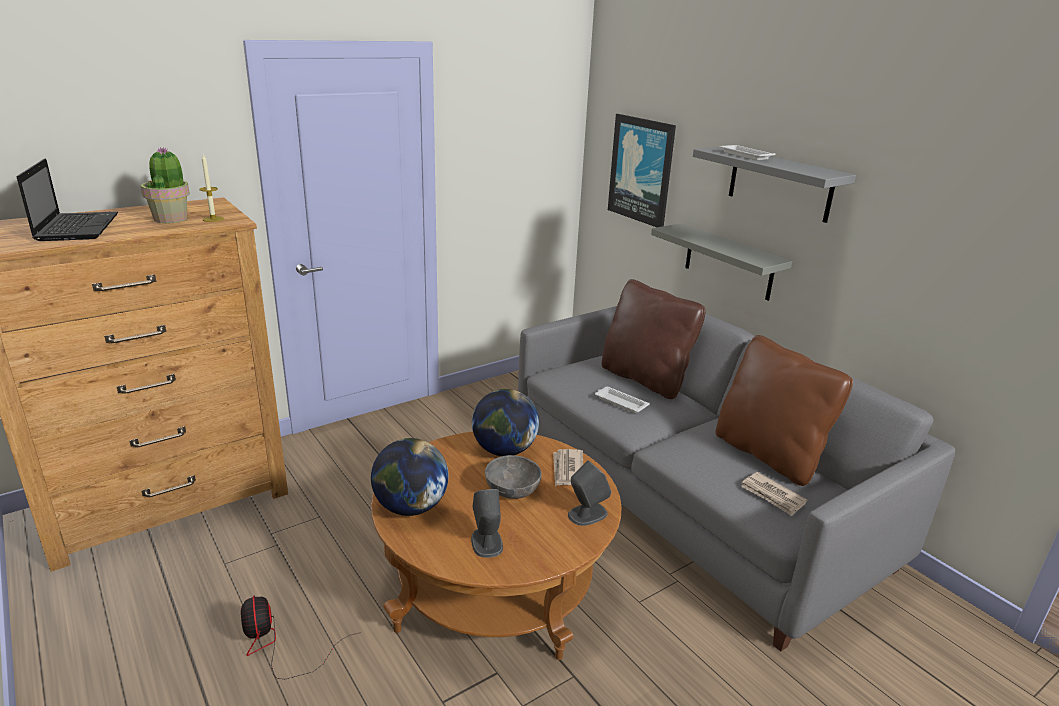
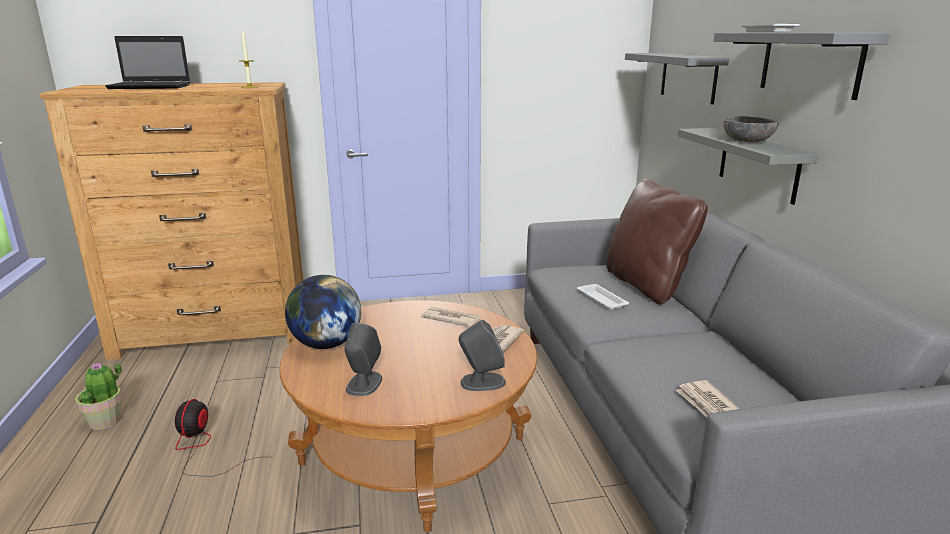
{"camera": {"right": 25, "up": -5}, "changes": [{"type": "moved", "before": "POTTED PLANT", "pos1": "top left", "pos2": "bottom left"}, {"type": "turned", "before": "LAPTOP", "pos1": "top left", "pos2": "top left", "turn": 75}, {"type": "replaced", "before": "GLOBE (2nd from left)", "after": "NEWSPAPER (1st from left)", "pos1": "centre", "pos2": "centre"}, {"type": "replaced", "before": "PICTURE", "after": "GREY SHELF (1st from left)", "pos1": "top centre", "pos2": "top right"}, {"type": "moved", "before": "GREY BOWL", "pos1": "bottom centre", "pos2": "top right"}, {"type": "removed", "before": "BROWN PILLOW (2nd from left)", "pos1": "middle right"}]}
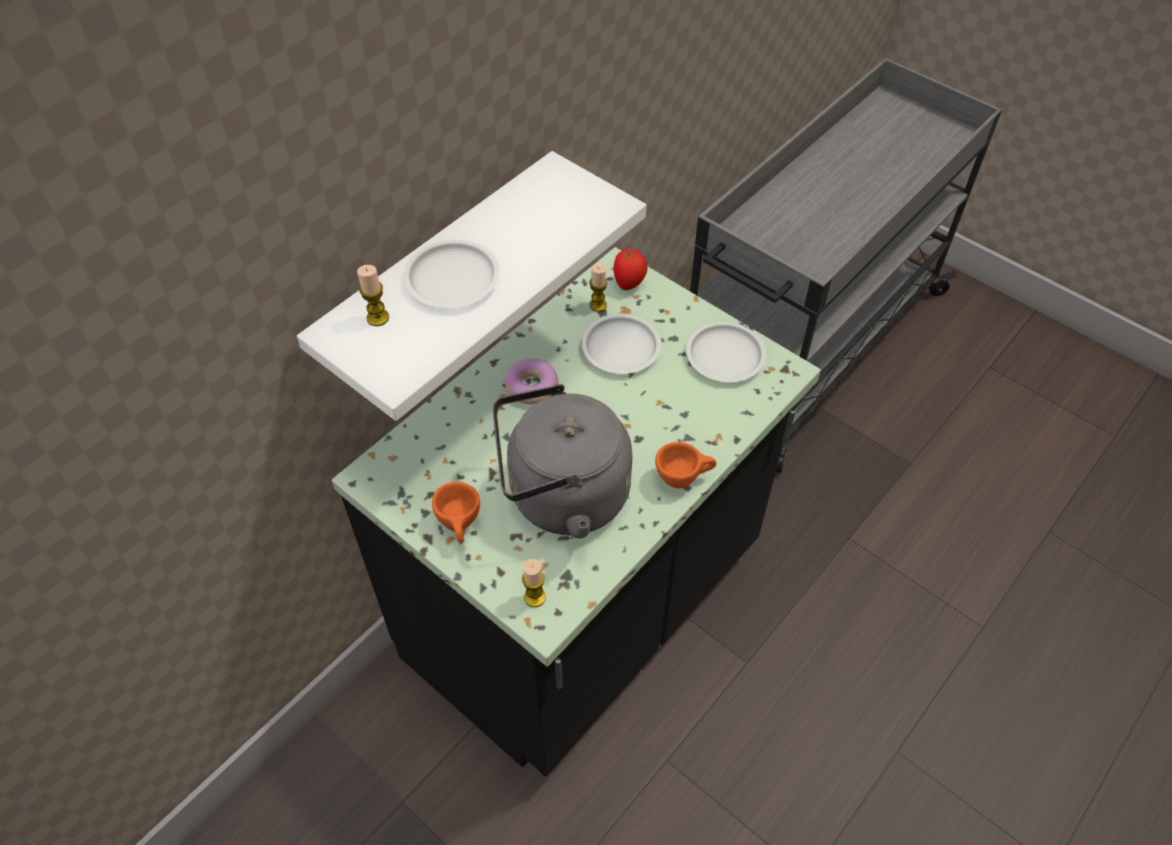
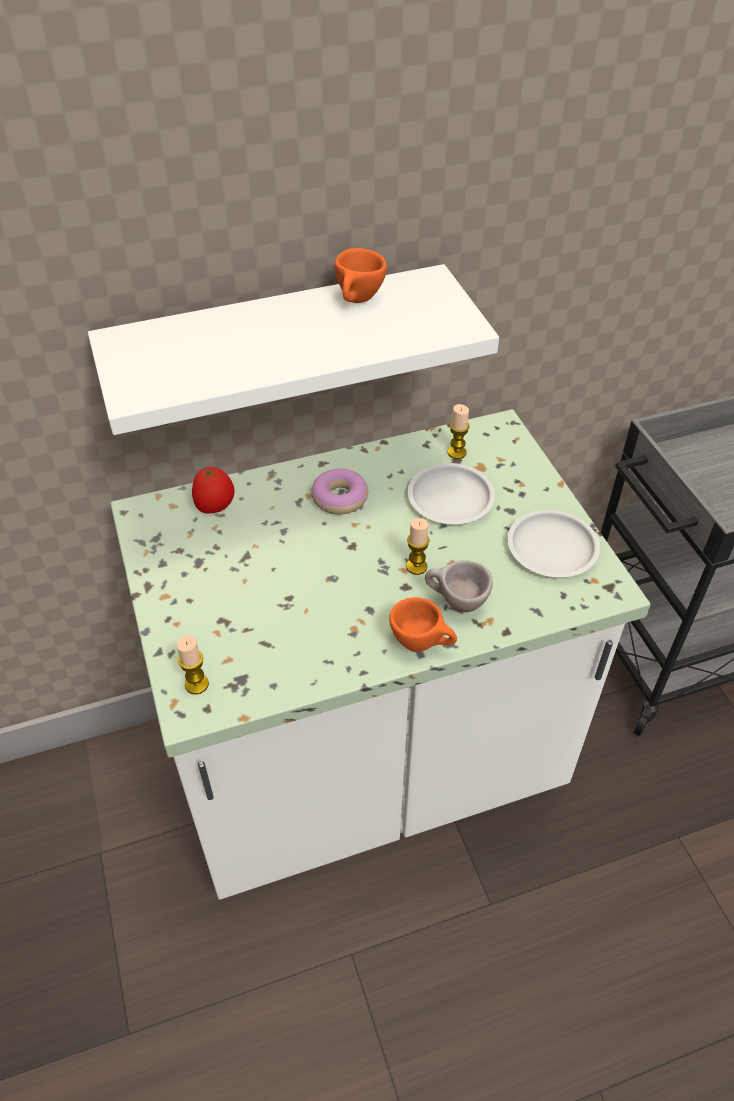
{"camera": {"right": 30, "up": -5}, "changes": [{"type": "recoloured", "before": "BLACK COUNTER", "after": "WHITE COUNTER", "pos1": "centre", "pos2": "centre"}, {"type": "moved", "before": "TOMATO", "pos1": "top centre", "pos2": "middle left"}, {"type": "moved", "before": "ORANGE CUP (1st from left)", "pos1": "centre", "pos2": "top centre"}, {"type": "moved", "before": "CANDLE (1st from left in the first image)", "after": "CANDLE (2nd from left)", "pos1": "middle left", "pos2": "centre"}, {"type": "added", "after": "BEIGE CUP", "pos2": "centre"}, {"type": "removed", "before": "WHITE PLATE (1st from left)", "pos1": "top centre"}, {"type": "removed", "before": "GREY KETTLE", "pos1": "centre"}]}
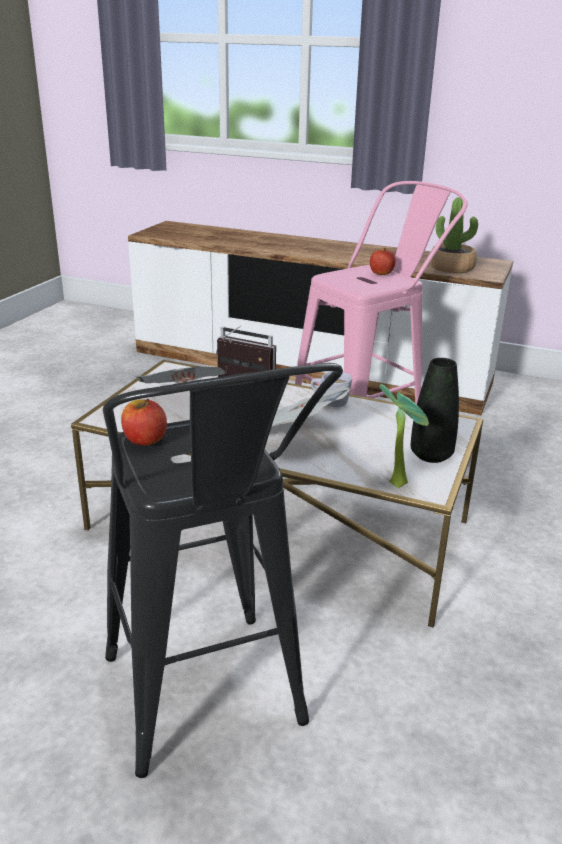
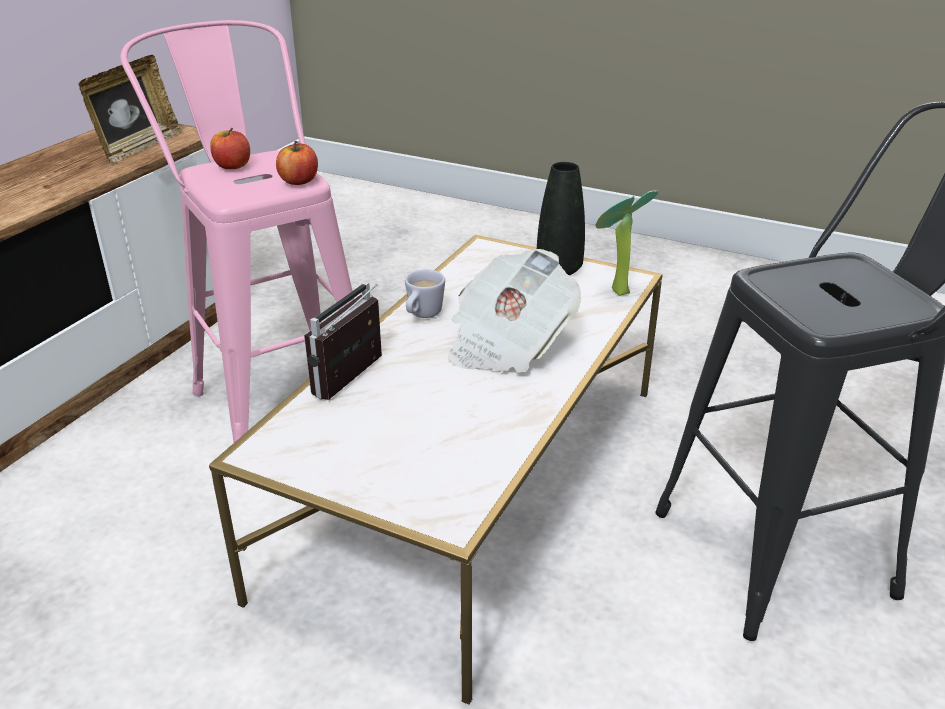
{"camera": {"right": -85, "up": 5}, "changes": [{"type": "replaced", "before": "POTTED PLANT (2nd from left)", "after": "PICTURE FRAME", "pos1": "top right", "pos2": "top left"}, {"type": "moved", "before": "APPLE (1st from left in the first image)", "after": "APPLE (2nd from left)", "pos1": "middle left", "pos2": "top left"}, {"type": "removed", "before": "NEWSPAPER (1st from left)", "pos1": "middle left"}]}
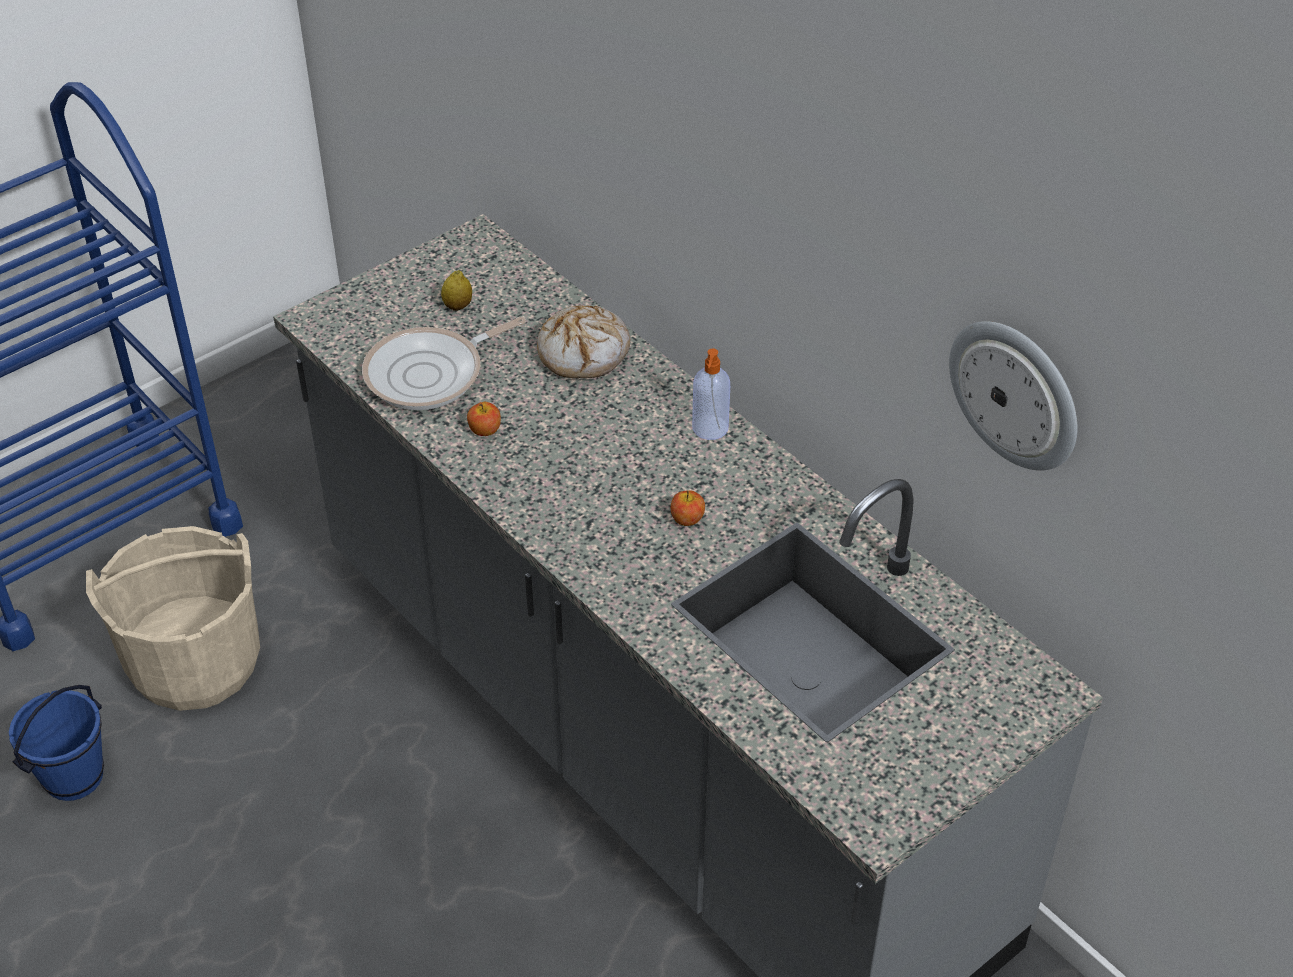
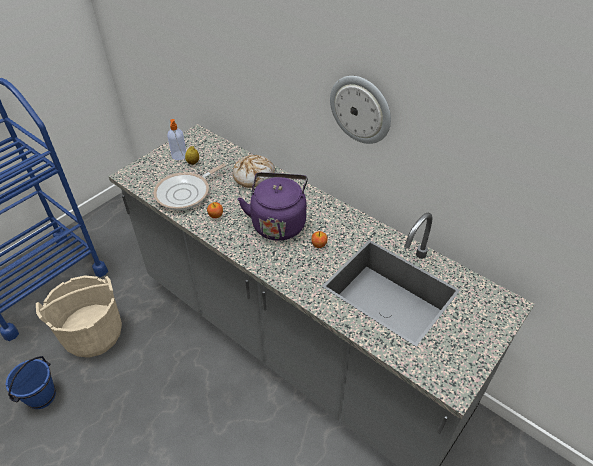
{"camera": {"right": -10, "up": 0}, "changes": [{"type": "moved", "before": "SOAP DISPENSER", "pos1": "centre", "pos2": "top left"}, {"type": "added", "after": "PURPLE KETTLE", "pos2": "centre"}, {"type": "moved", "before": "WALL CLOCK", "pos1": "middle right", "pos2": "top centre"}]}
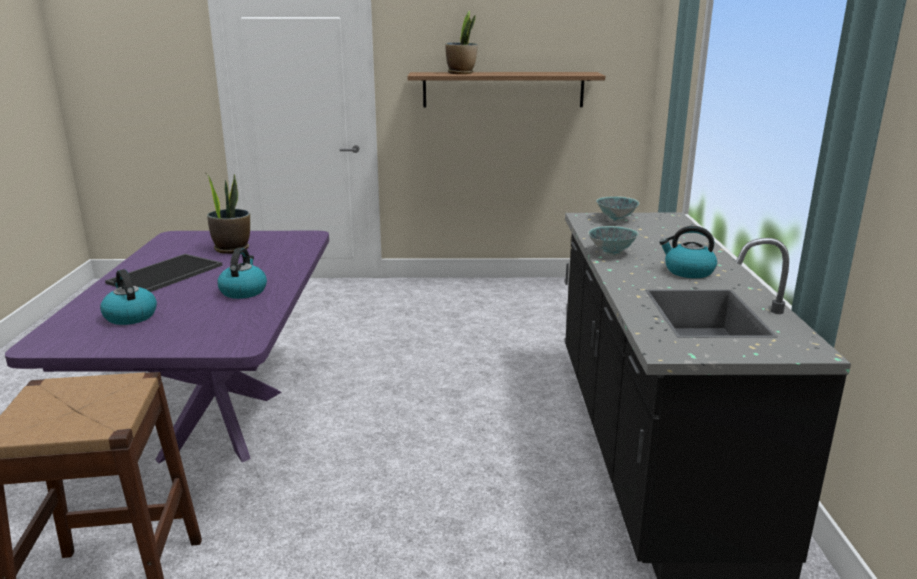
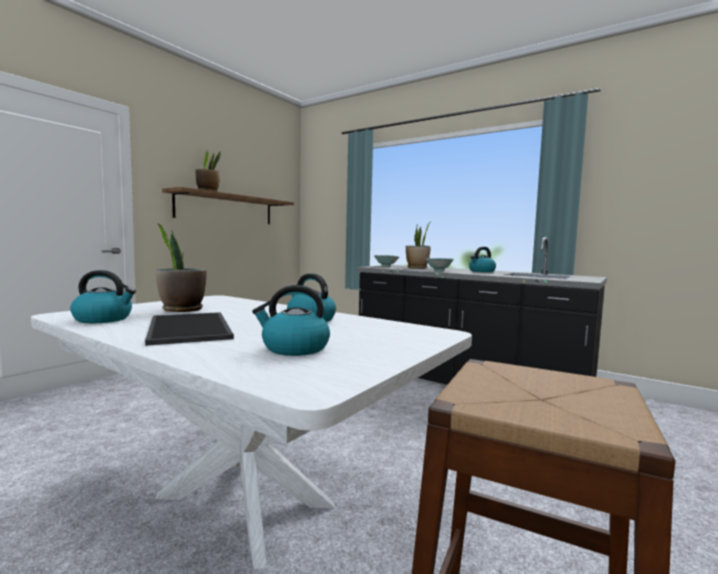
{"camera": {"right": -55, "up": -15}, "changes": [{"type": "recoloured", "before": "PURPLE DINING TABLE", "after": "WHITE DINING TABLE", "pos1": "middle left", "pos2": "bottom centre"}, {"type": "added", "after": "KETTLE (1st from left)", "pos2": "middle left"}, {"type": "added", "after": "POTTED PLANT (3rd from left)", "pos2": "centre"}]}
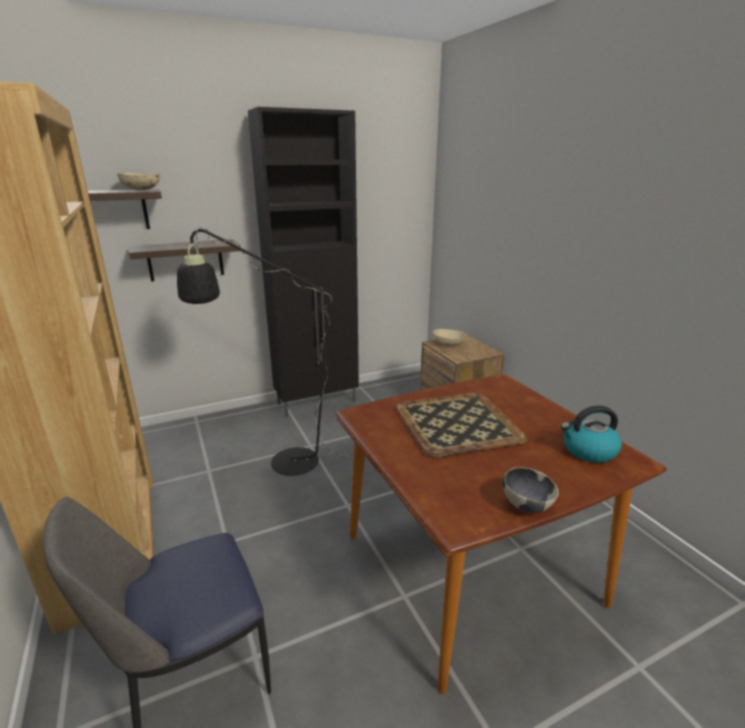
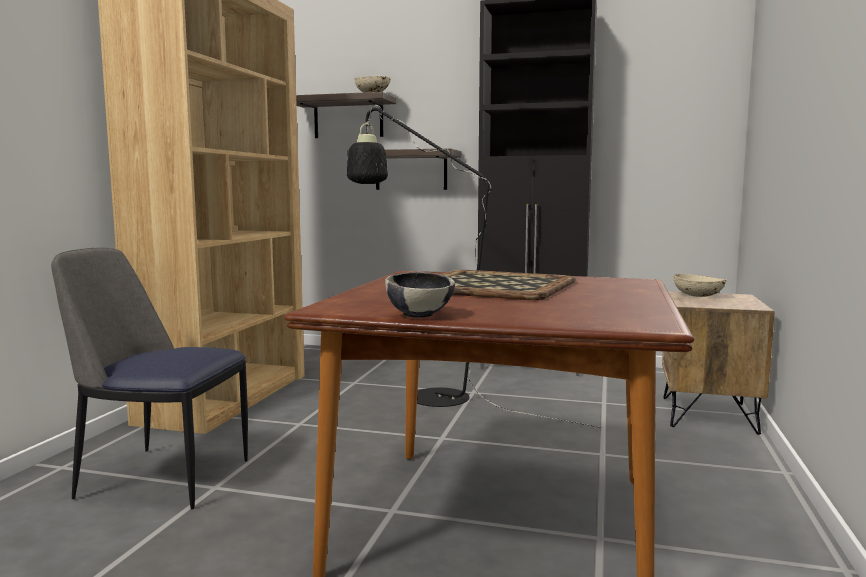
{"camera": {"right": 40, "up": -15}, "changes": [{"type": "removed", "before": "KETTLE", "pos1": "middle right"}]}
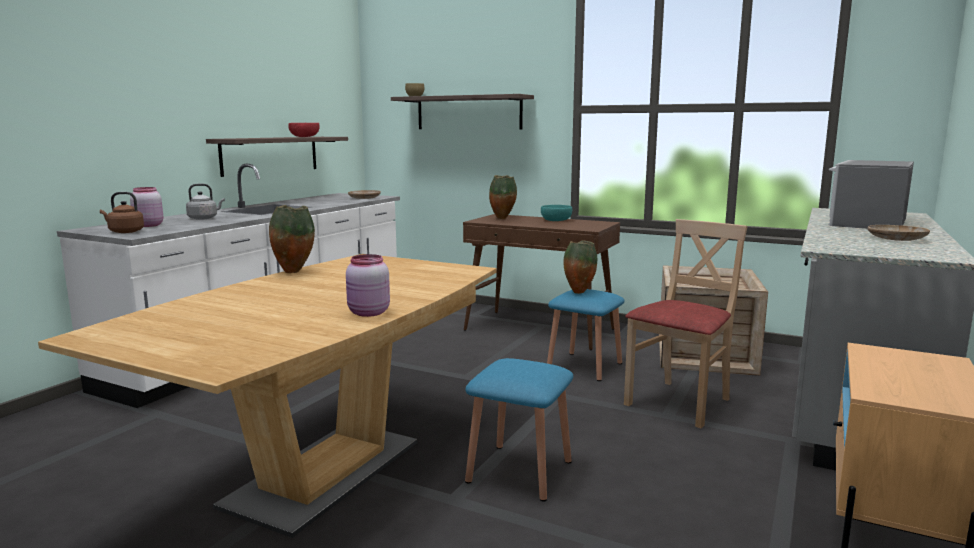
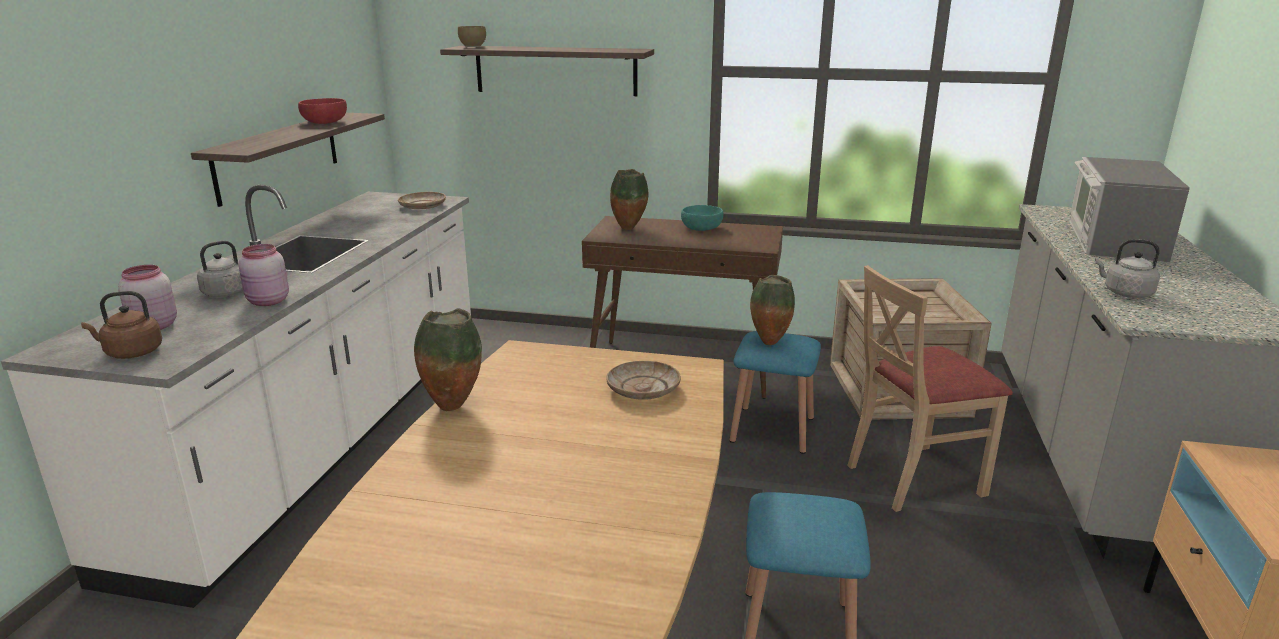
{"camera": {"right": -15, "up": 10}, "changes": [{"type": "moved", "before": "PINK JAR (2nd from left)", "pos1": "centre", "pos2": "middle left"}, {"type": "moved", "before": "BEIGE PLATE (2nd from left)", "pos1": "middle right", "pos2": "centre"}, {"type": "turned", "before": "BEIGE CHAIR", "pos1": "middle right", "pos2": "middle right", "turn": -135}, {"type": "added", "after": "GREY KETTLE (2nd from left)", "pos2": "middle right"}]}
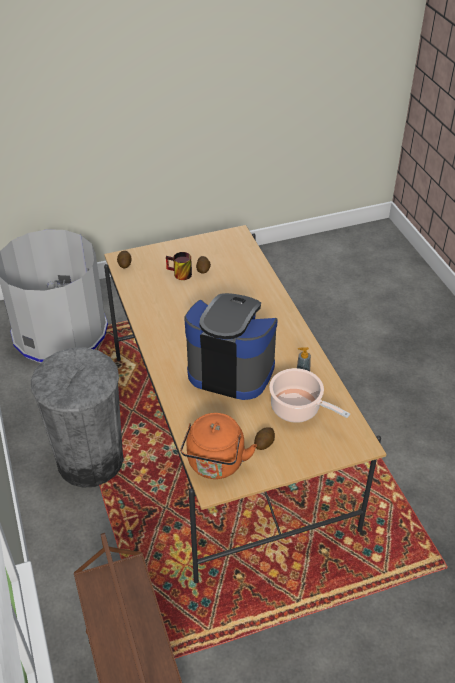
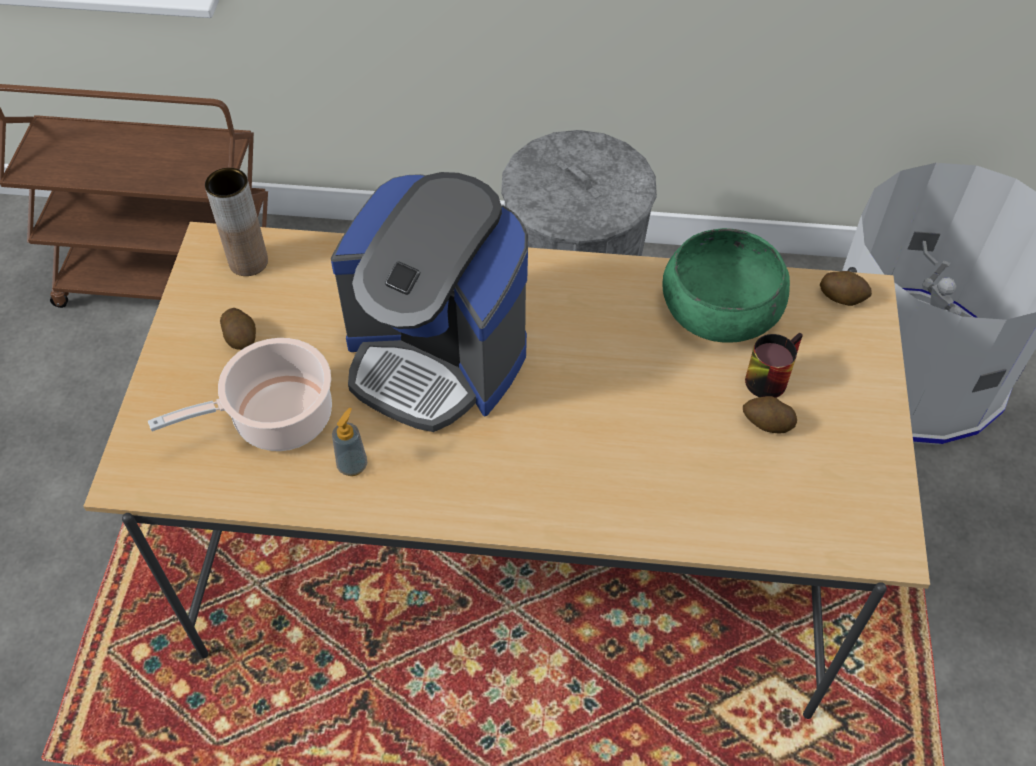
{"camera": {"right": 115, "up": 10}, "changes": [{"type": "replaced", "before": "ORANGE KETTLE", "after": "BROWN VASE", "pos1": "centre", "pos2": "top left"}, {"type": "turned", "before": "COFFEE MACHINE", "pos1": "centre", "pos2": "centre", "turn": 75}, {"type": "added", "after": "GREEN BOWL", "pos2": "middle right"}]}
